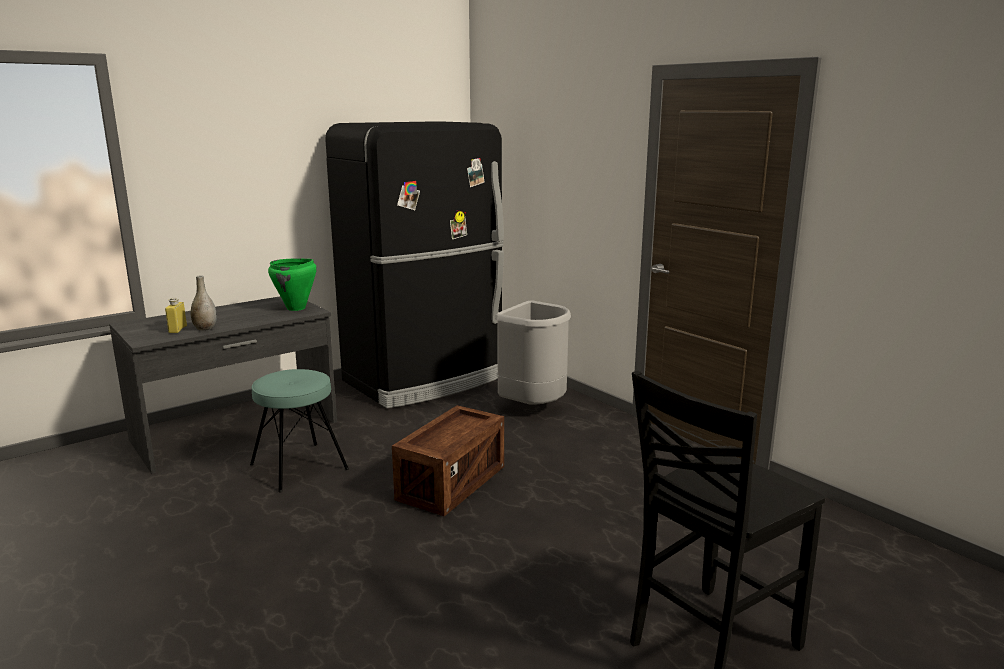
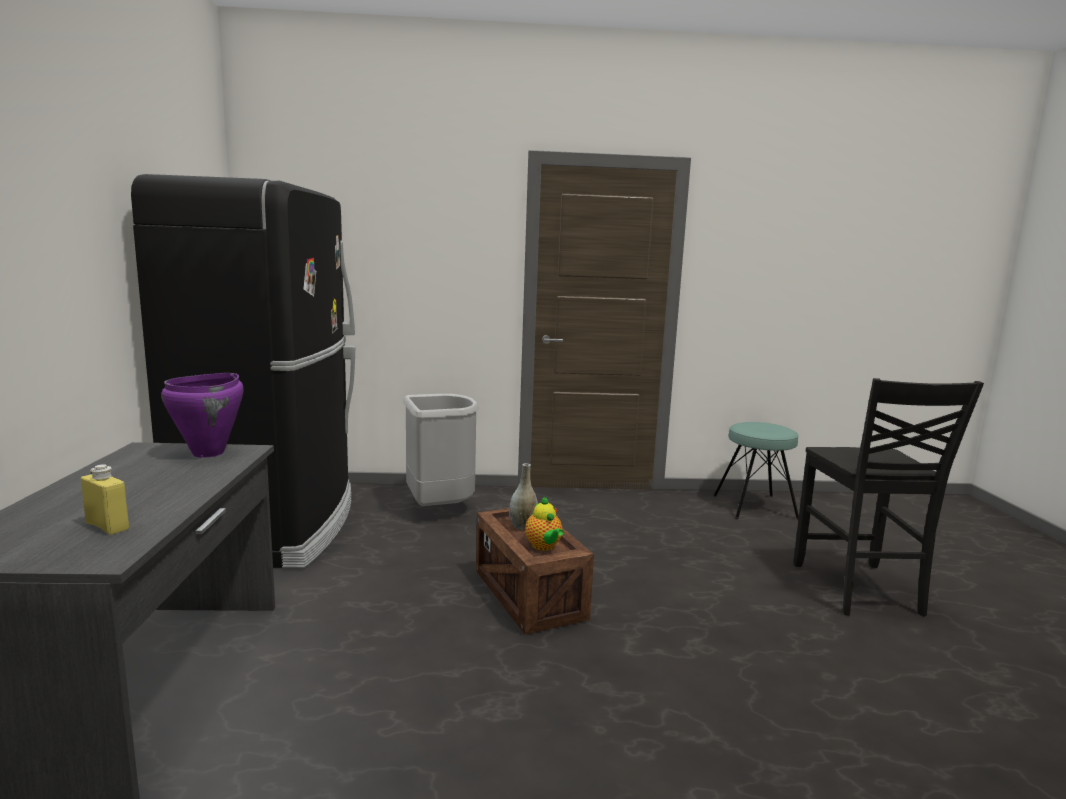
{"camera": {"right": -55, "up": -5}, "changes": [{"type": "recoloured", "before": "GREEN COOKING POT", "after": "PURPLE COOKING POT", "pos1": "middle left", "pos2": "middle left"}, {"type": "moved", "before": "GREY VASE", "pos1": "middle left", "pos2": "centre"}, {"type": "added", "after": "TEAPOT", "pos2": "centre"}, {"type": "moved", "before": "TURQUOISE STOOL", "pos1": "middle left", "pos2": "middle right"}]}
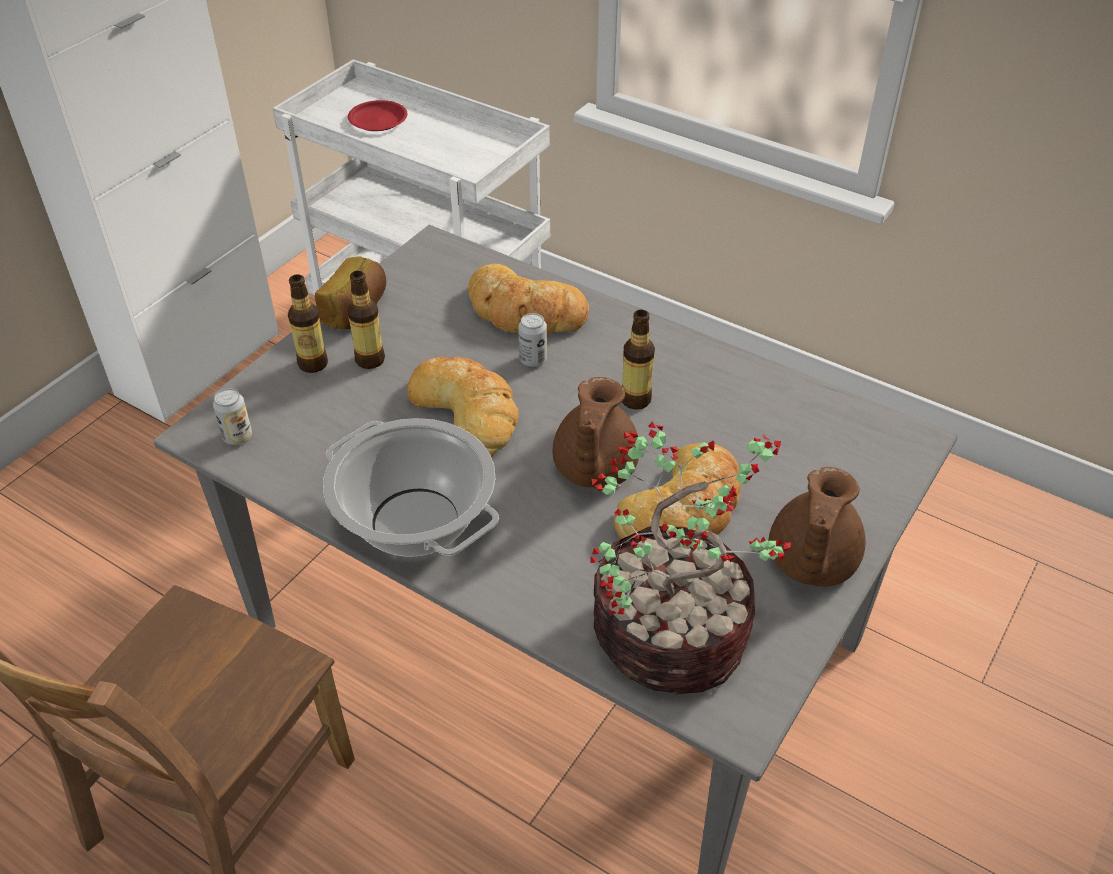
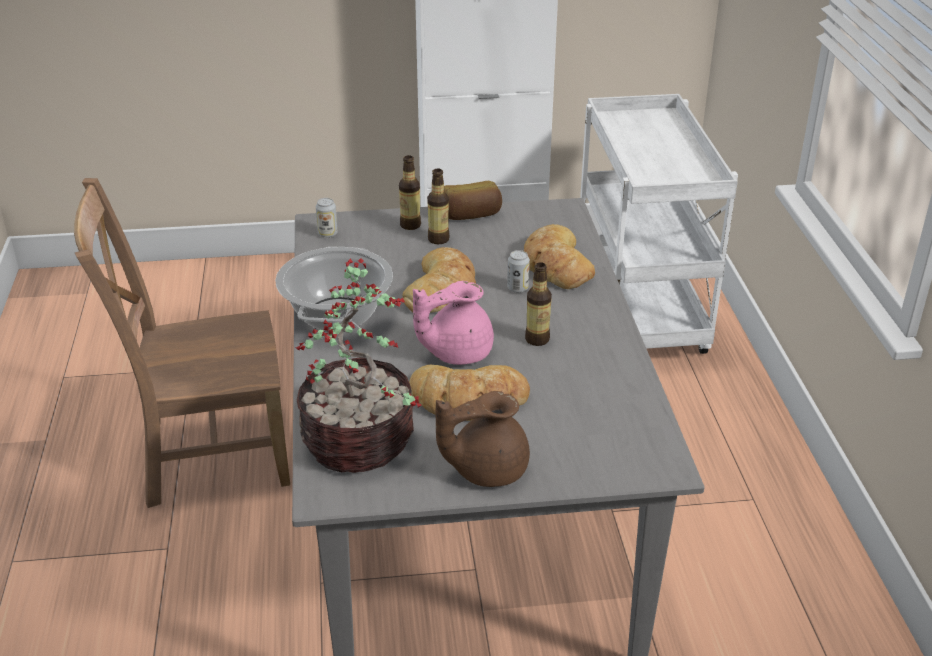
{"camera": {"right": 50, "up": -10}, "changes": [{"type": "recoloured", "before": "BROWN TEAPOT (1st from left)", "after": "PINK TEAPOT", "pos1": "centre", "pos2": "centre"}, {"type": "removed", "before": "RED PLATE", "pos1": "top centre"}]}
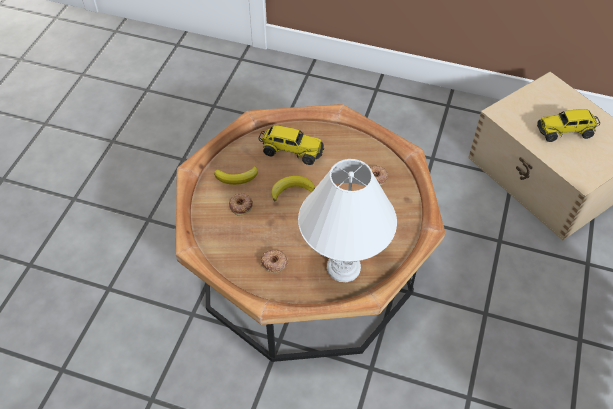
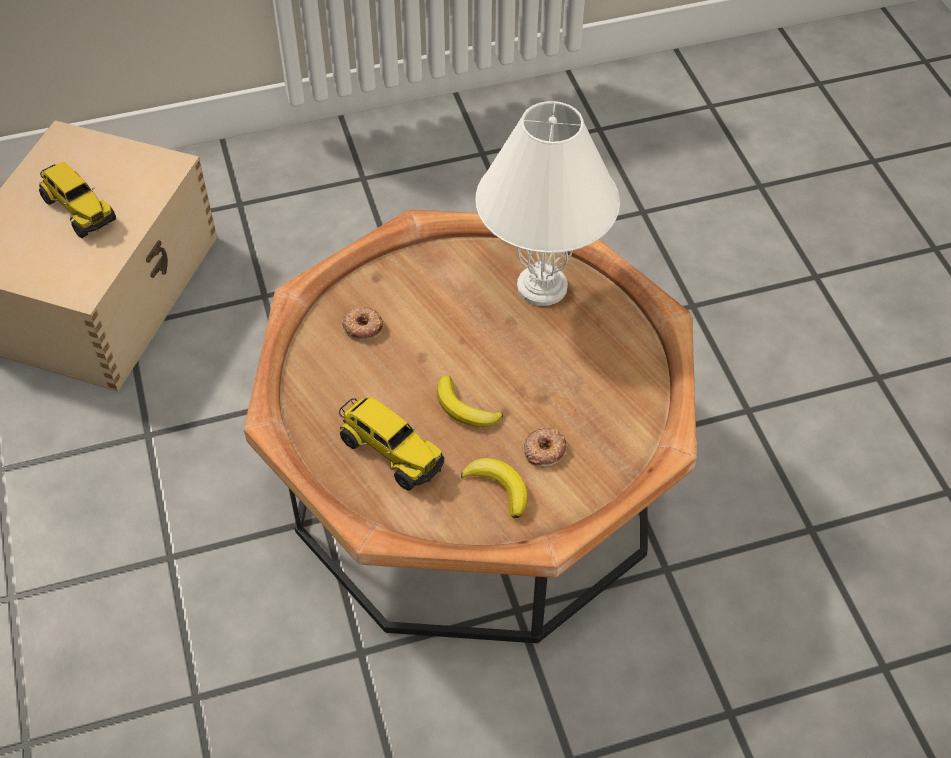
{"camera": {"right": -125, "up": 0}, "changes": [{"type": "turned", "before": "TOY TRUCK (1st from left in the first image)", "pos1": "centre", "pos2": "centre", "turn": 150}, {"type": "removed", "before": "DONUT (2nd from left)", "pos1": "centre"}]}
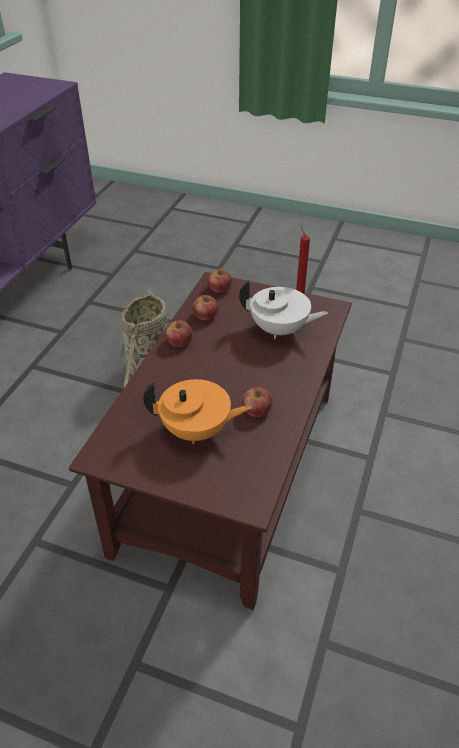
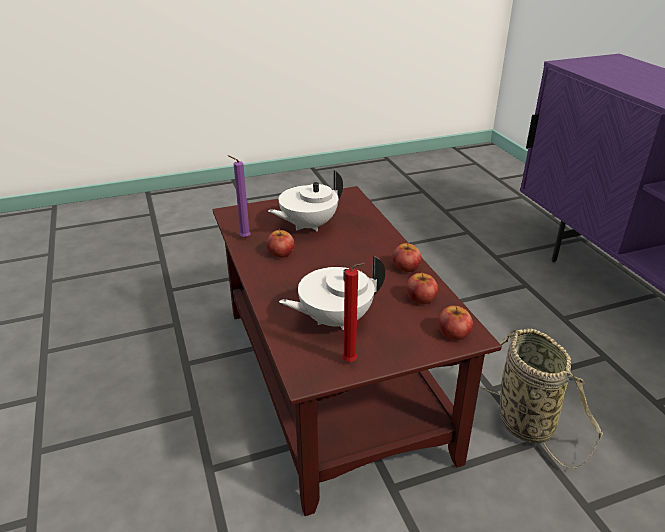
{"camera": {"right": 140, "up": -10}, "changes": [{"type": "added", "after": "PURPLE CANDLE", "pos2": "centre"}, {"type": "recoloured", "before": "ORANGE TEAPOT", "after": "WHITE TEAPOT (1st from left)", "pos1": "centre", "pos2": "centre"}]}
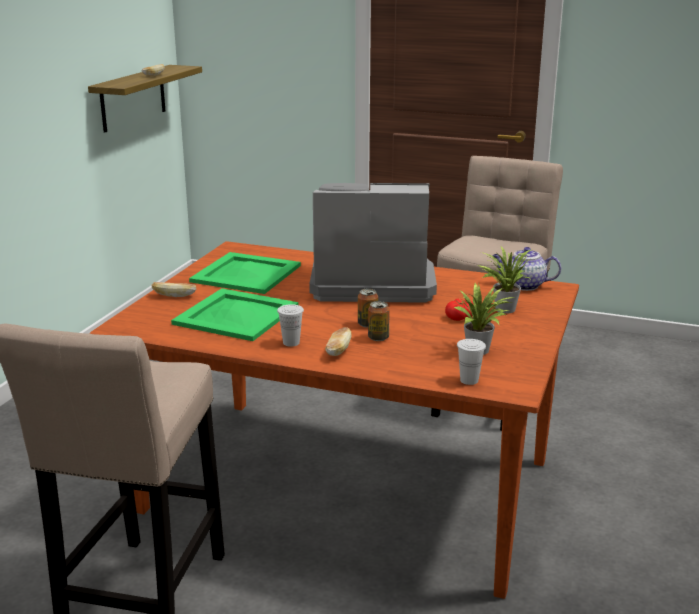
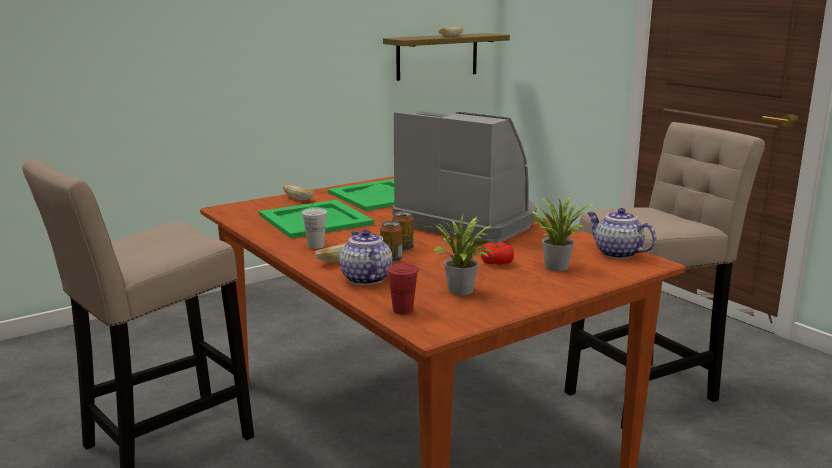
{"camera": {"right": 35, "up": -5}, "changes": [{"type": "added", "after": "TEAPOT (1st from left)", "pos2": "centre"}, {"type": "recoloured", "before": "WHITE CUP (2nd from left)", "after": "RED CUP", "pos1": "middle right", "pos2": "centre"}]}
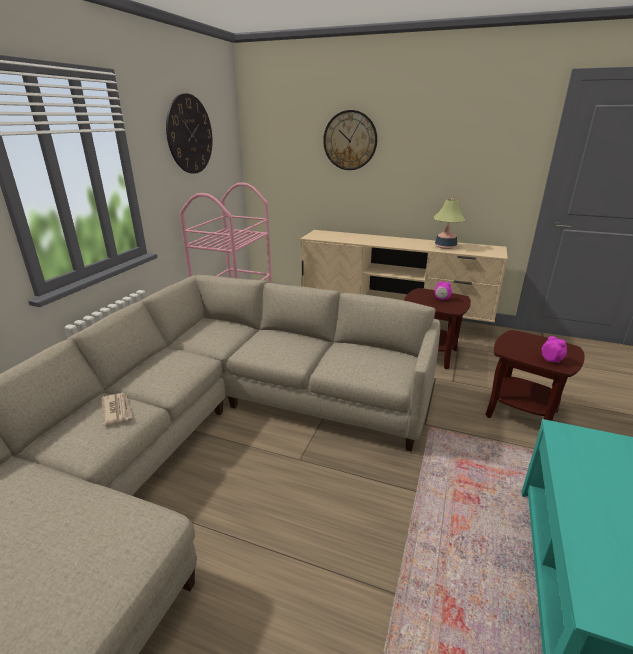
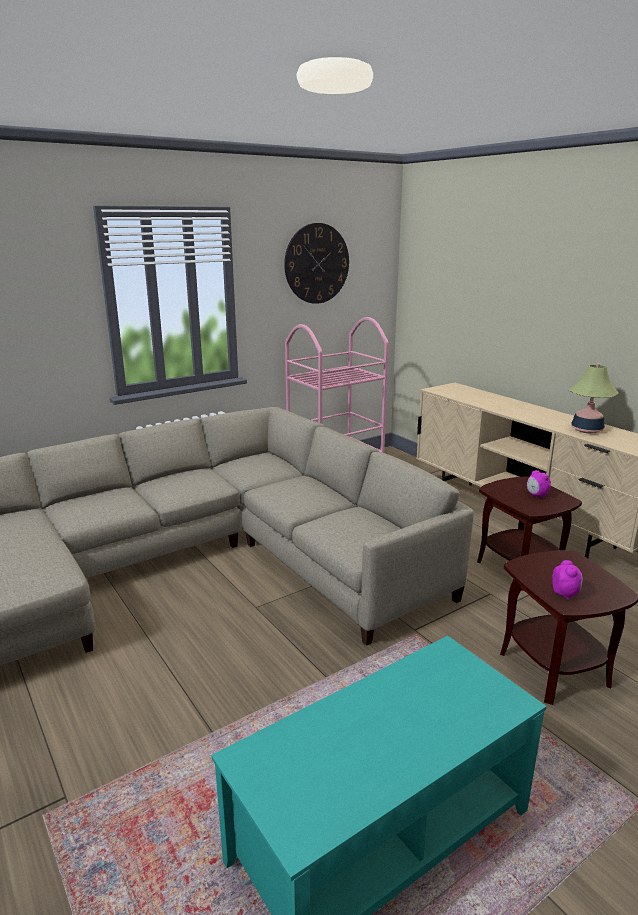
{"camera": {"right": 35, "up": -5}, "changes": [{"type": "removed", "before": "NEWSPAPER", "pos1": "middle left"}, {"type": "removed", "before": "WALL CLOCK (2nd from left)", "pos1": "top centre"}]}
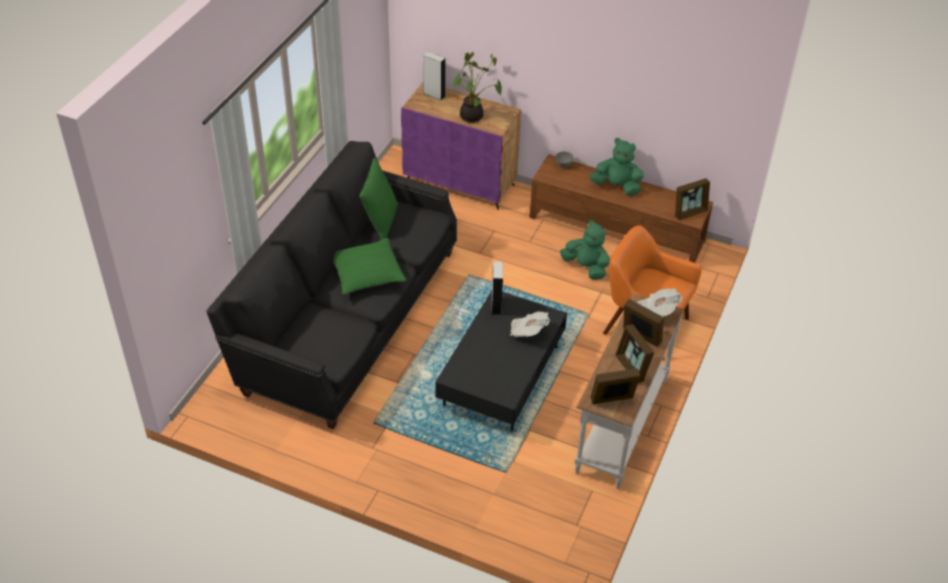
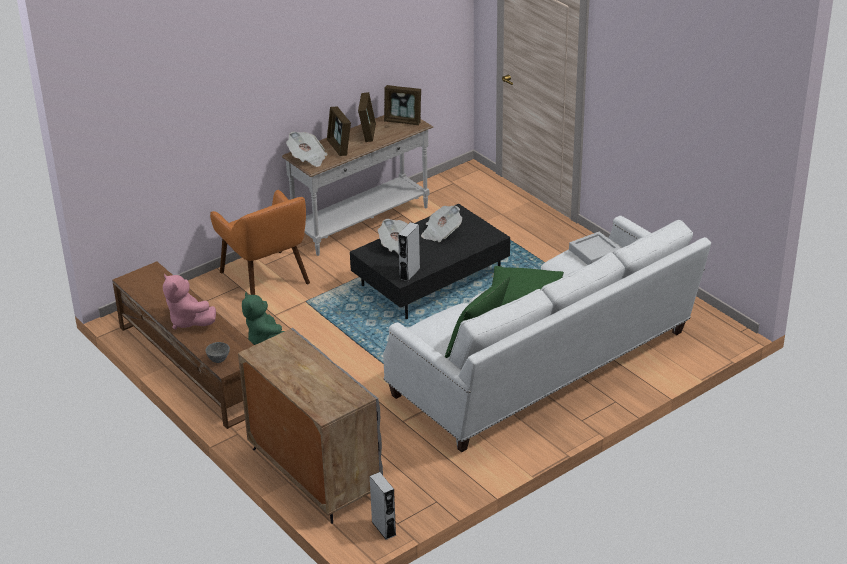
{"camera": {"right": -150, "up": -10}, "changes": [{"type": "recoloured", "before": "GREEN PLUSH TOY (2nd from left)", "after": "PINK PLUSH TOY", "pos1": "top centre", "pos2": "middle left"}, {"type": "recoloured", "before": "PURPLE CABINET", "after": "GREY CABINET", "pos1": "top centre", "pos2": "bottom centre"}, {"type": "moved", "before": "GREY SPEAKER (1st from left)", "pos1": "top centre", "pos2": "bottom centre"}, {"type": "recoloured", "before": "BLACK SOFA", "after": "WHITE SOFA", "pos1": "centre", "pos2": "centre"}, {"type": "added", "after": "NEWSPAPER (3rd from left)", "pos2": "centre"}, {"type": "added", "after": "GREY TRAY", "pos2": "middle right"}, {"type": "removed", "before": "POTTED PLANT", "pos1": "top centre"}, {"type": "removed", "before": "PICTURE FRAME (4th from left)", "pos1": "middle right"}]}
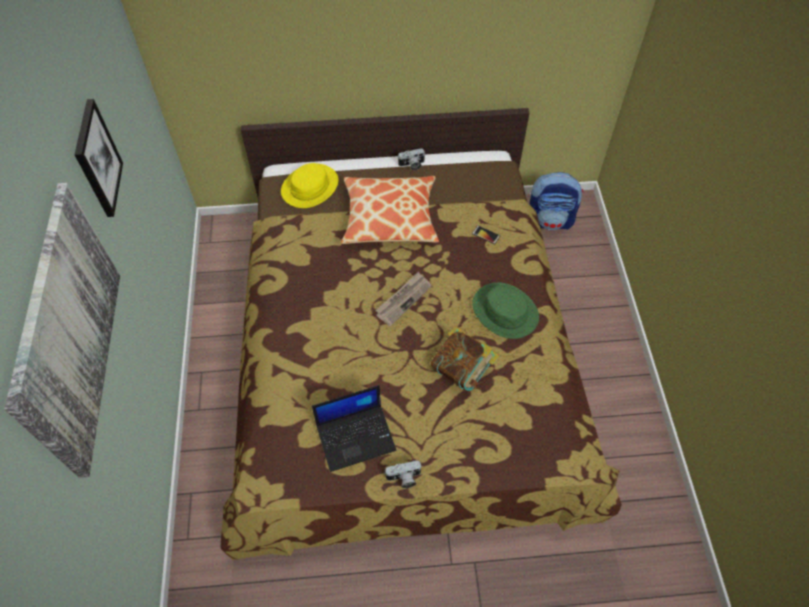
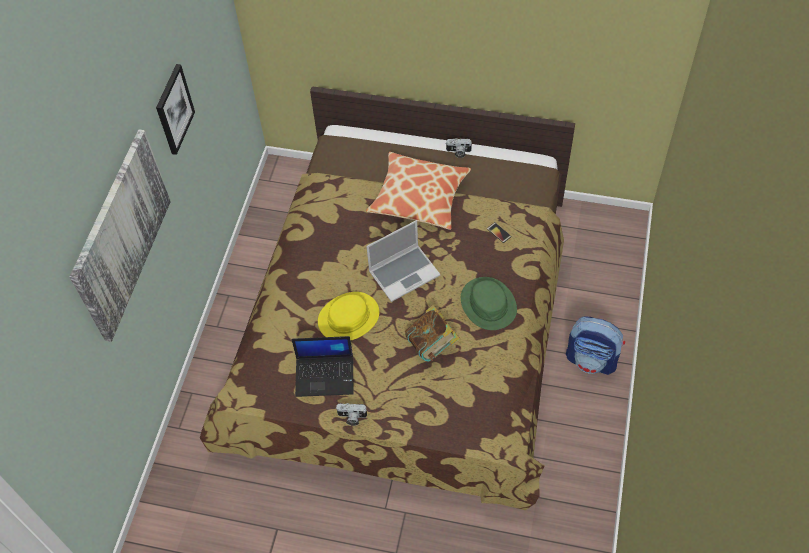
{"camera": {"right": 20, "up": 0}, "changes": [{"type": "moved", "before": "YELLOW HAT", "pos1": "top centre", "pos2": "centre"}, {"type": "replaced", "before": "NEWSPAPER", "after": "LAPTOP (2nd from left)", "pos1": "centre", "pos2": "centre"}, {"type": "moved", "before": "BACKPACK", "pos1": "top right", "pos2": "middle right"}]}
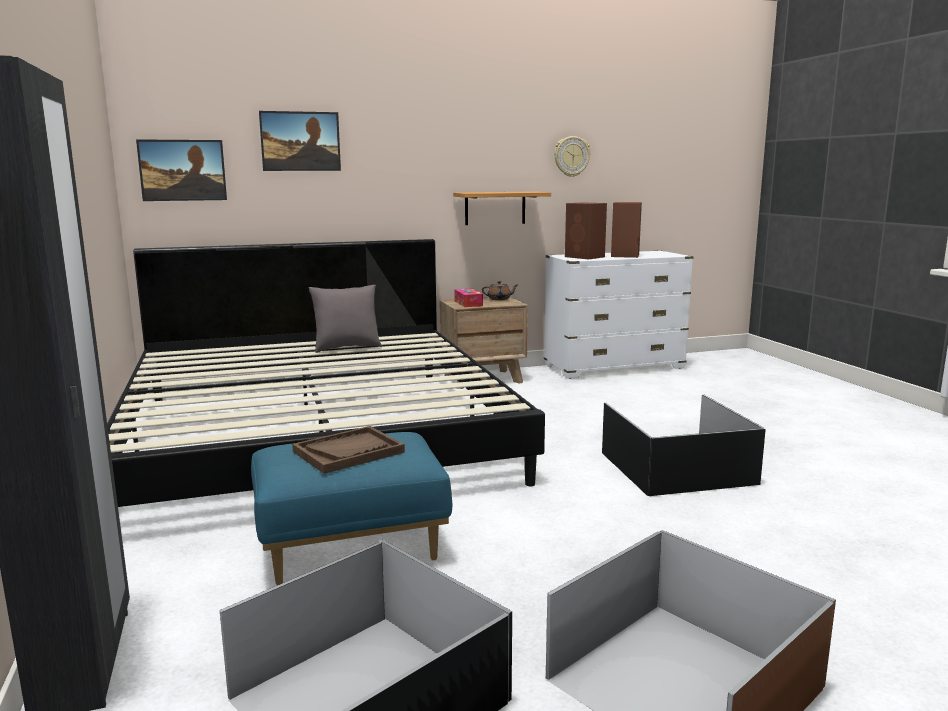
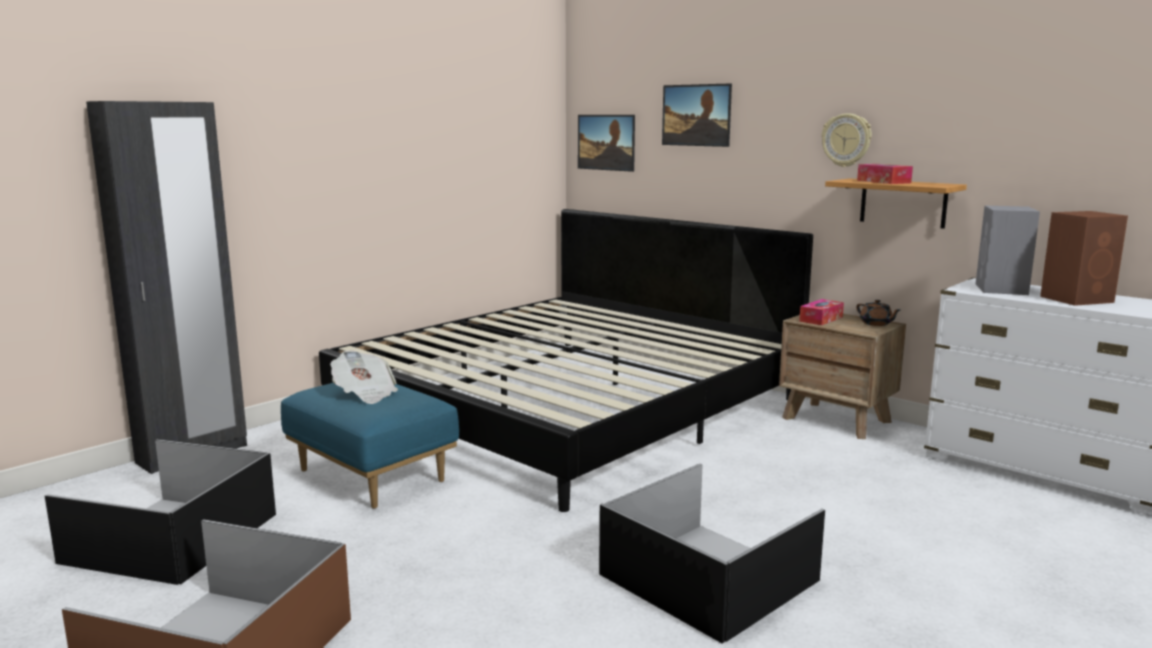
{"camera": {"right": 60, "up": 0}, "changes": [{"type": "replaced", "before": "BROWN TRAY", "after": "NEWSPAPER", "pos1": "centre", "pos2": "middle left"}, {"type": "moved", "before": "WALL CLOCK", "pos1": "top centre", "pos2": "top right"}, {"type": "added", "after": "TISSUE BOX (2nd from left)", "pos2": "top right"}, {"type": "recoloured", "before": "BROWN SPEAKER (1st from left)", "after": "GREY SPEAKER", "pos1": "top centre", "pos2": "middle right"}, {"type": "removed", "before": "GREY PILLOW", "pos1": "centre"}]}
